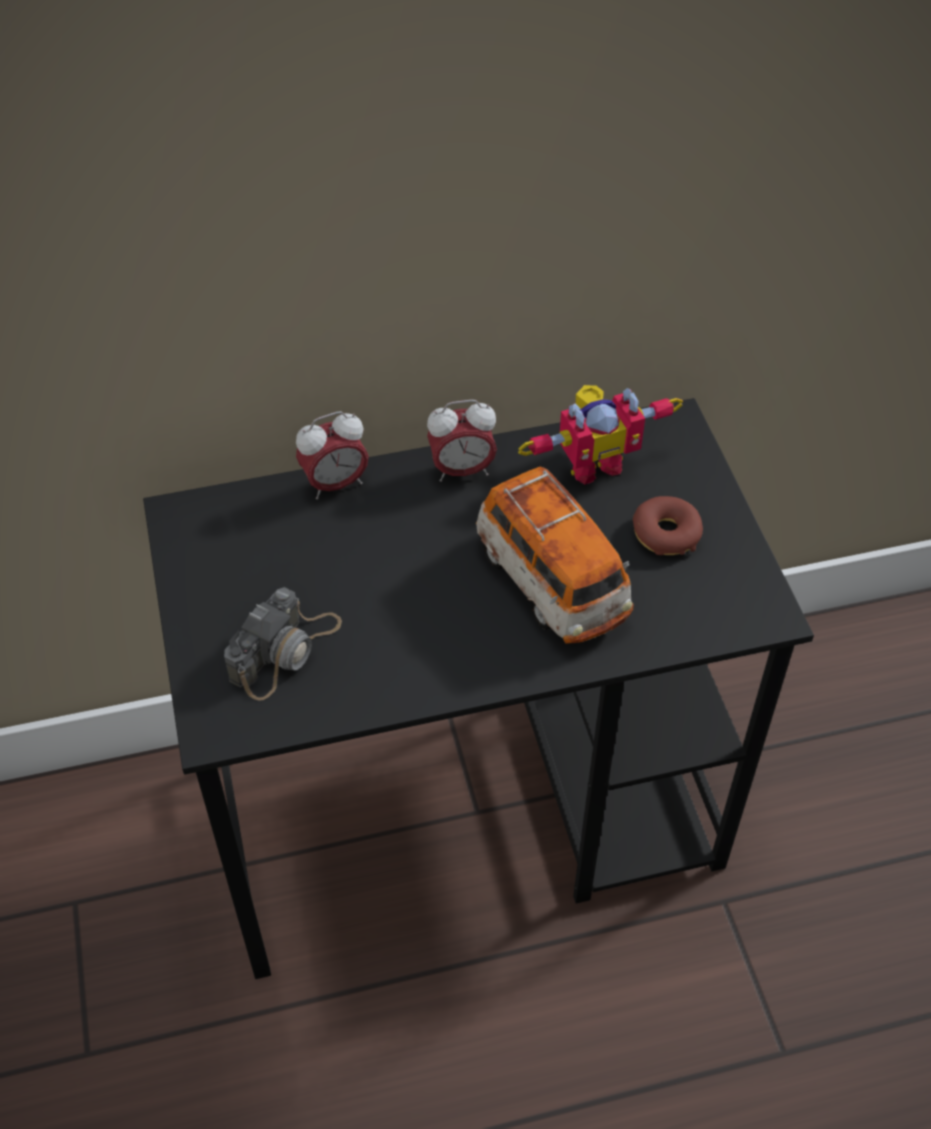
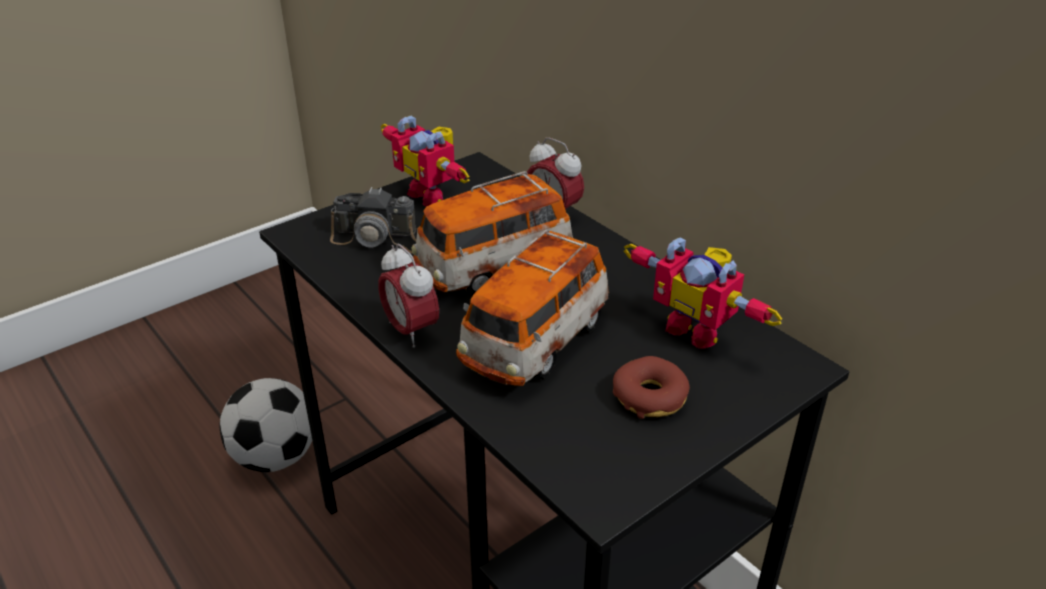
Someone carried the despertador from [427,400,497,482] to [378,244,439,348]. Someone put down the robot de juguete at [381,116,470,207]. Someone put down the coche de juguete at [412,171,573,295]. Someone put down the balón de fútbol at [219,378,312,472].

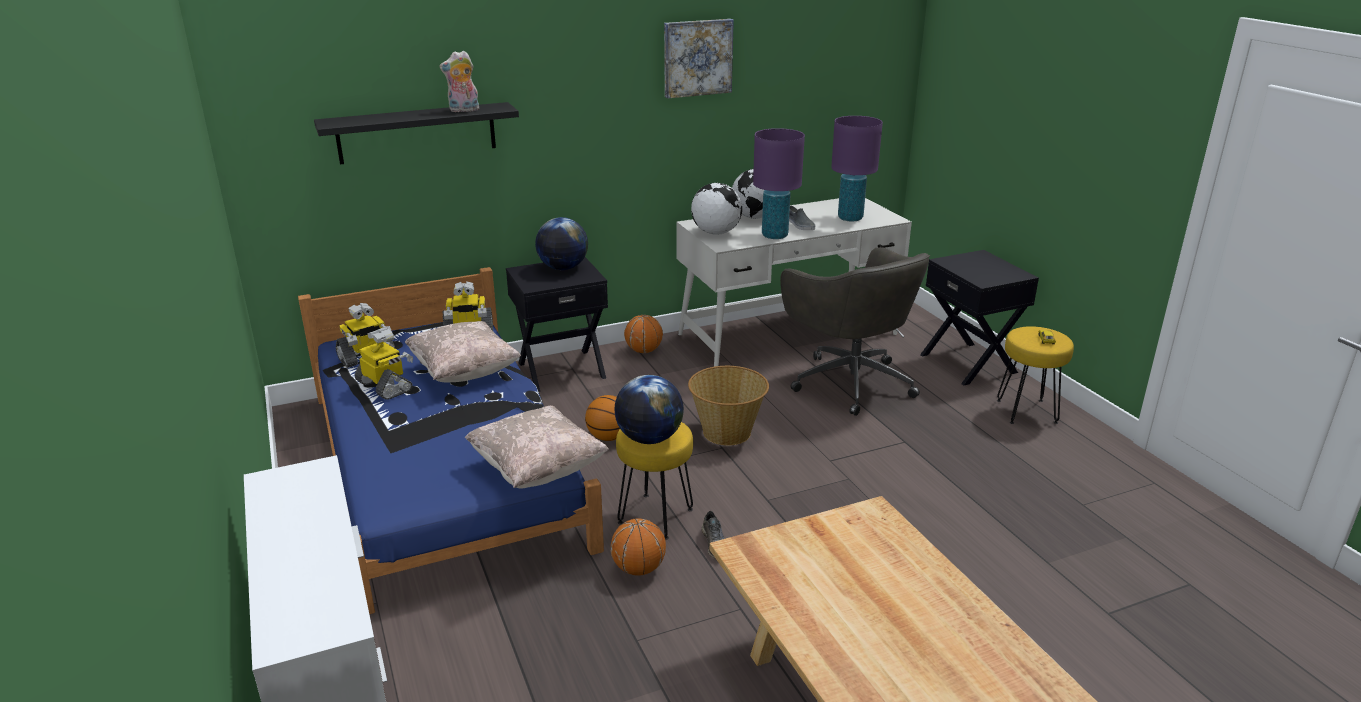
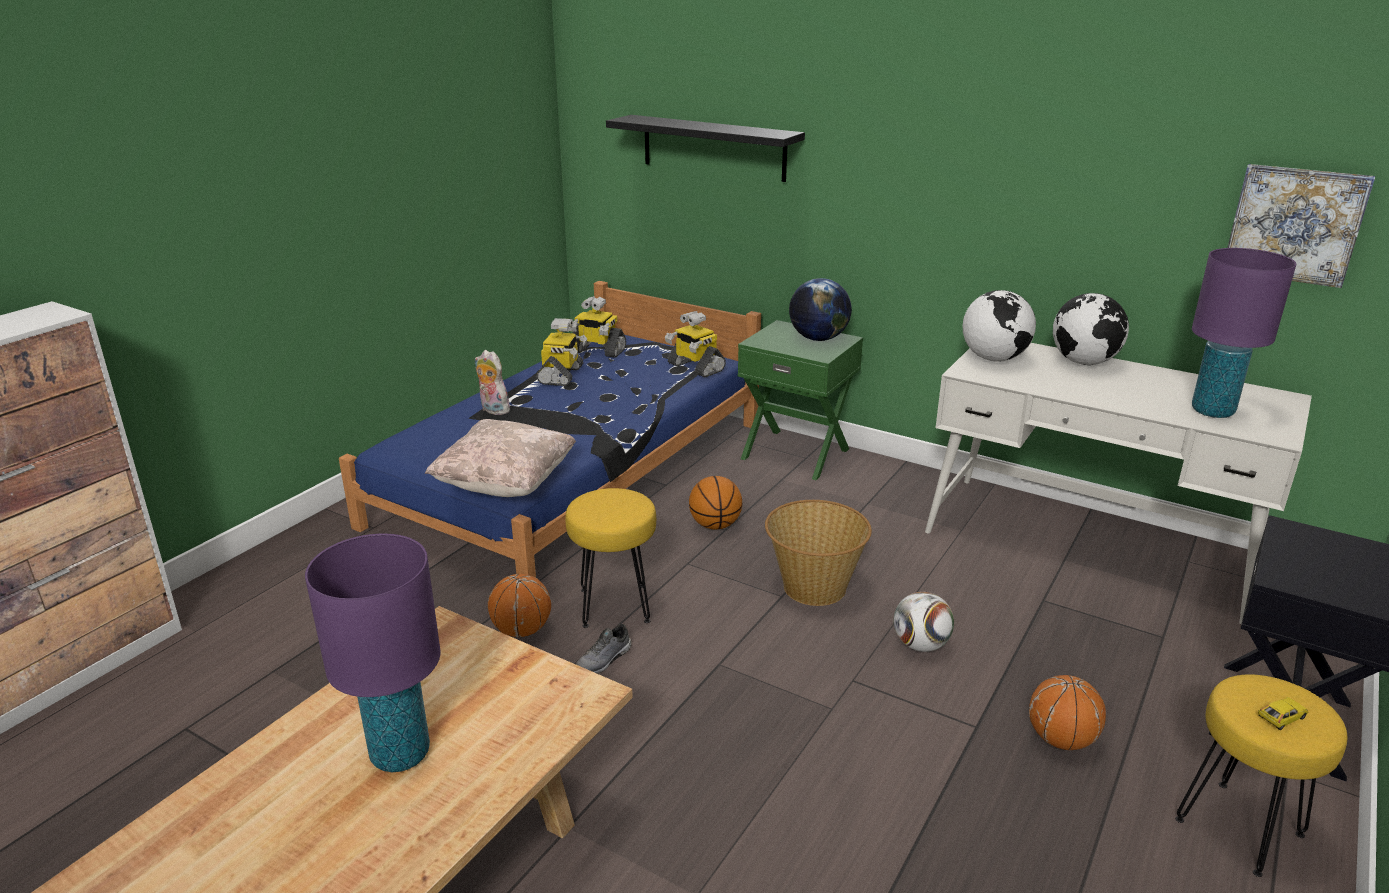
Someone carried the cuadro from [664,19,734,99] to [1227,164,1375,288]. Someone carried the peluche from [439,51,479,112] to [475,350,511,415]. Someone carried the lámpara de mesa (morado) from [753,128,805,239] to [305,534,440,772]. Someone took away the zapato (gris) at [789,206,815,230]. Someone took away the silla de oficina (gris) at [780,247,930,416]. Someone repainted the mesita de noche (negro) at [506,257,608,392], which became the mesita de noche (verde) at [738,320,863,480]. Someone carried the balón de baloncesto from [624,315,663,353] to [1029,675,1106,750]. Someone took away the cojín (beis) at [405,321,521,383]. Someone took away the globo terráqueo at [614,375,684,444]. Someone put down the balón de fútbol at [894,592,954,652].

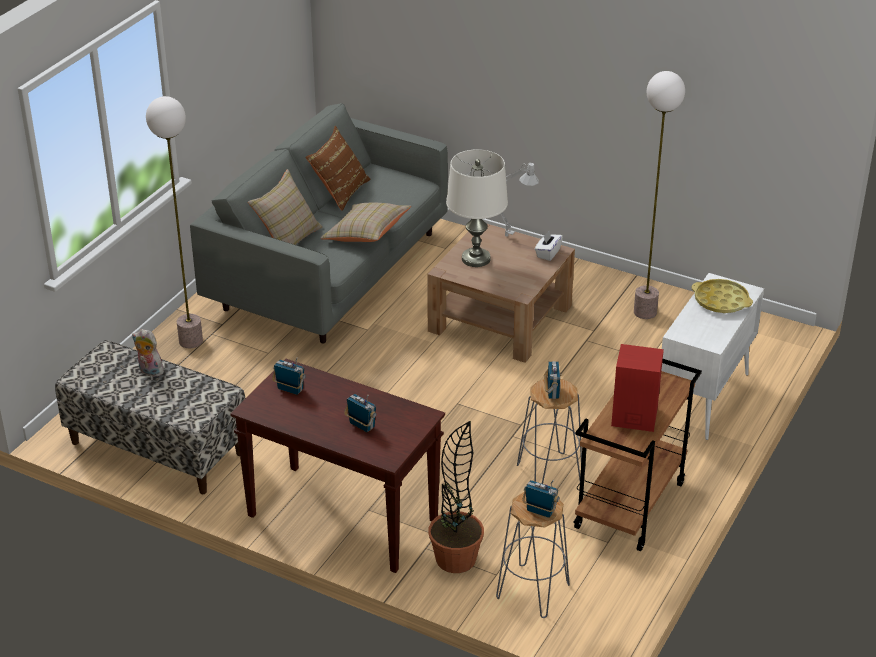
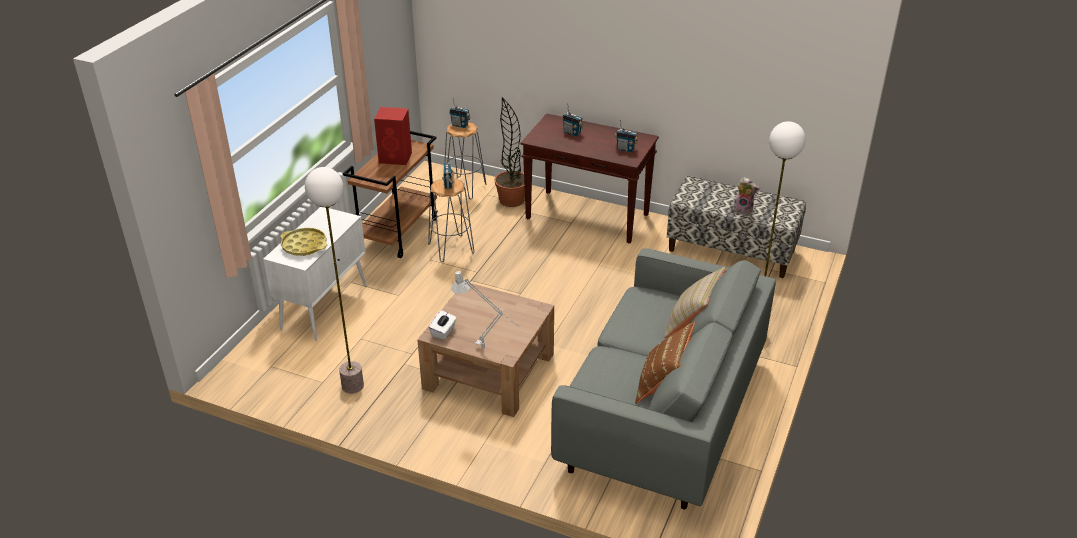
Someone took away the lámpara de mesa (blanco) at [446,149,508,267]. Someone took away the cojín (beis) at [320,203,411,242].

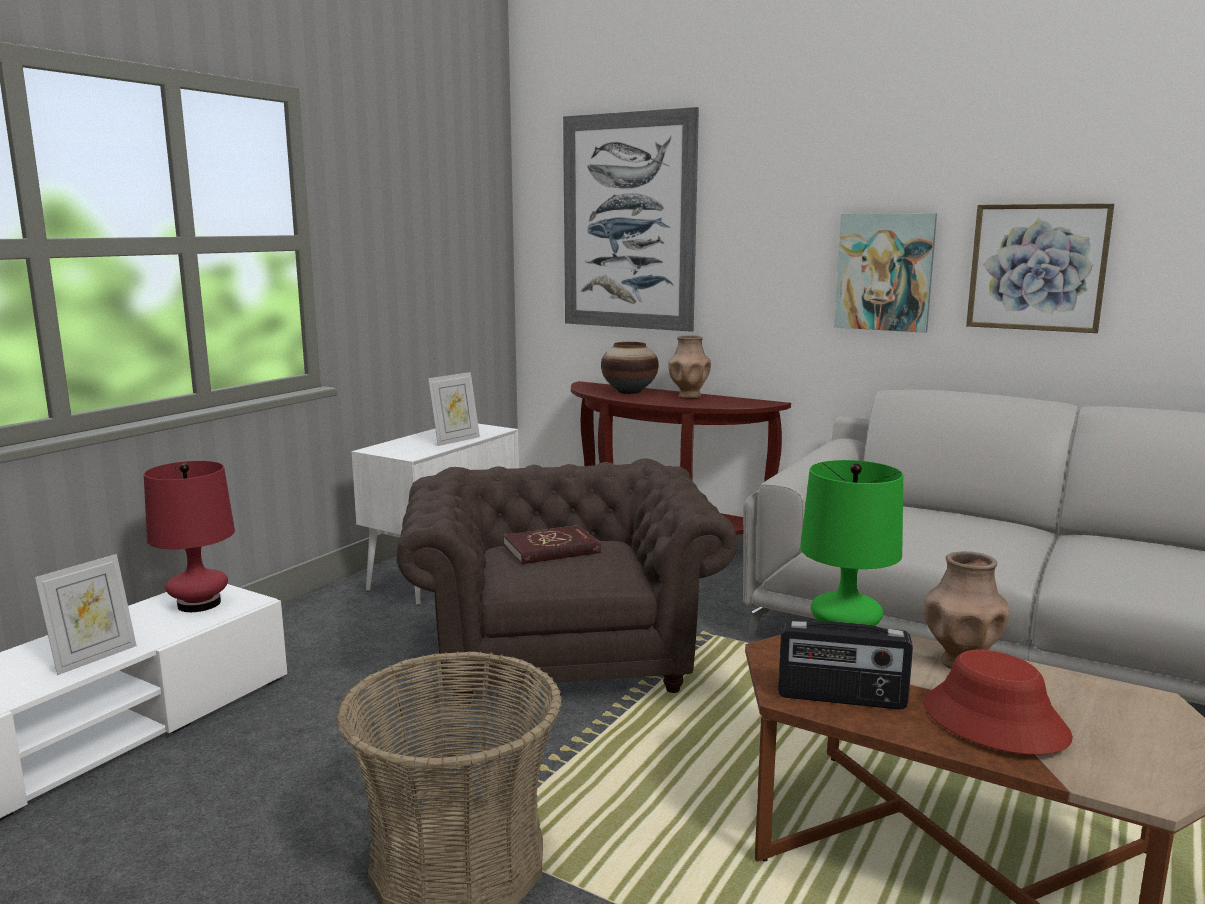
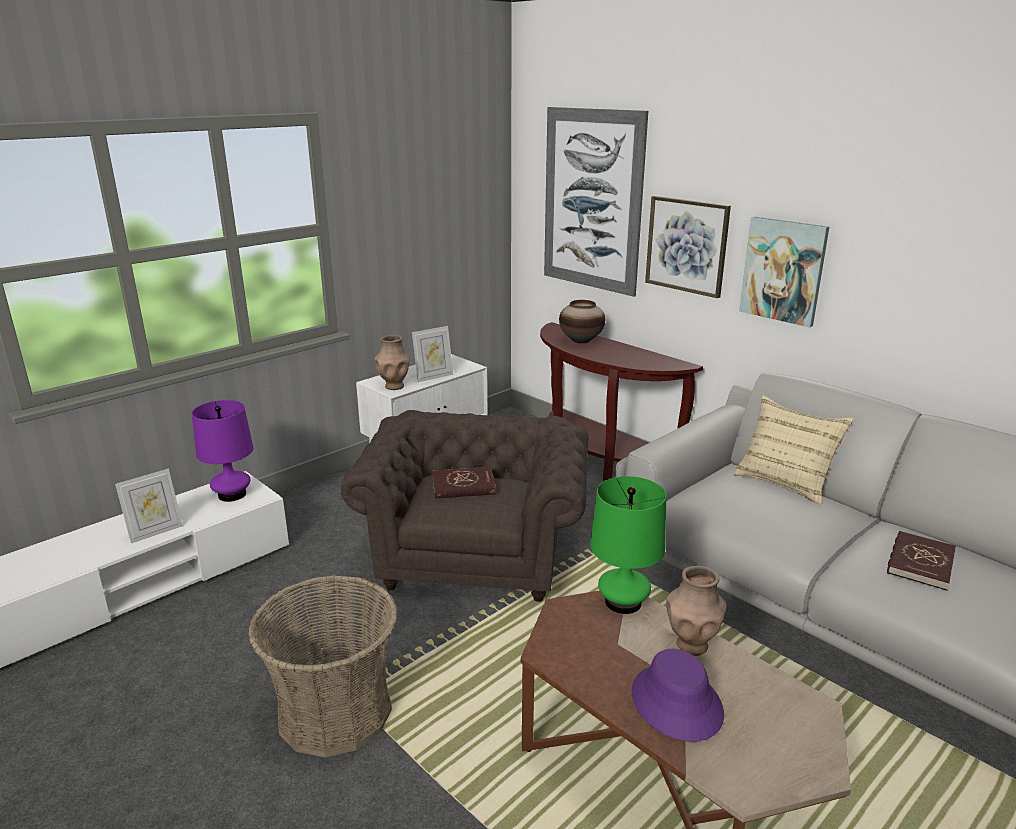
Someone carried the cuadro from [966,203,1114,333] to [645,196,731,298]. Someone carried the florero (marrón) from [668,335,711,399] to [374,335,410,390]. Someone repainted the lámpara de mesa (rojo) at [144,461,235,612], which became the lámpara de mesa (morado) at [192,400,253,502]. Someone took away the radio at [778,620,913,710]. Someone repainted the sombrero (rojo) at [924,650,1073,755], which became the sombrero (morado) at [632,649,724,742]. Someone put down the cojín (beis) at [733,396,854,506]. Someone put down the libro (rojo) at [887,531,956,590].

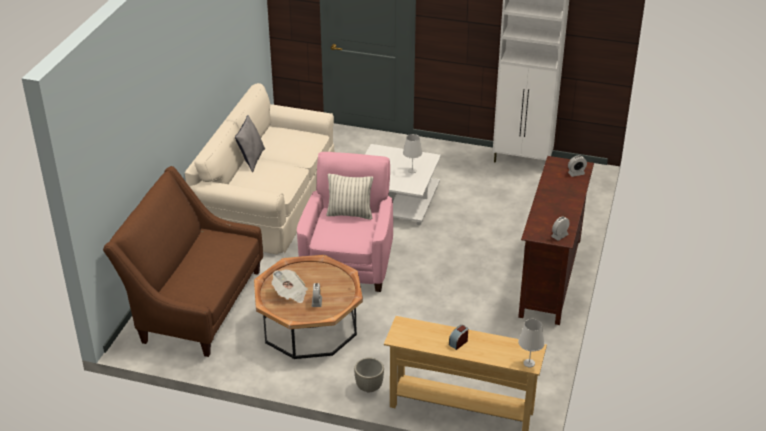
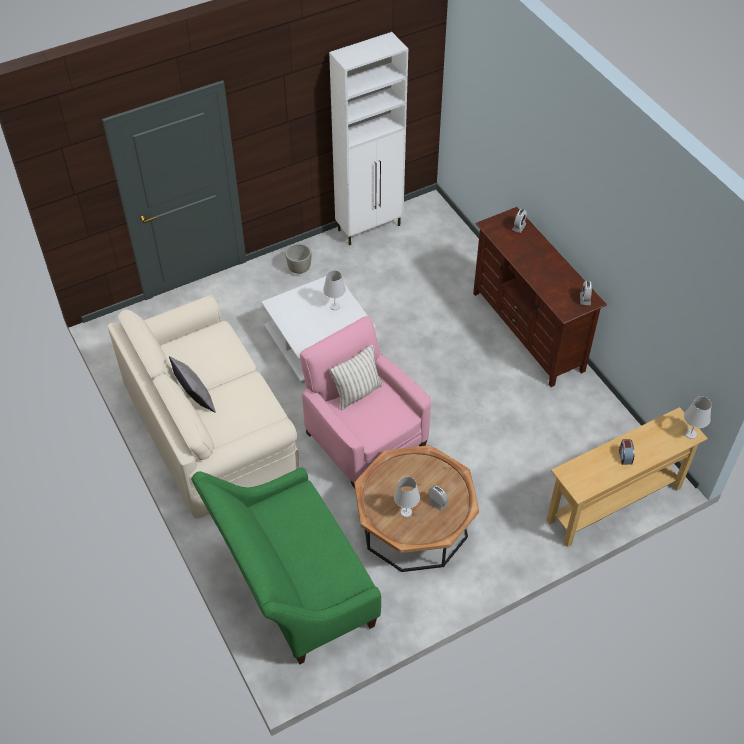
Someone repainted the sofá (marrón) at [103,166,263,357], which became the sofá (verde) at [191,468,381,665]. Someone swapped the periódico at [271,269,308,303] for the lámpara de mesa (blanco) at [394,477,420,517]. Someone carried the maceta (gris) from [354,357,384,392] to [285,244,311,274].

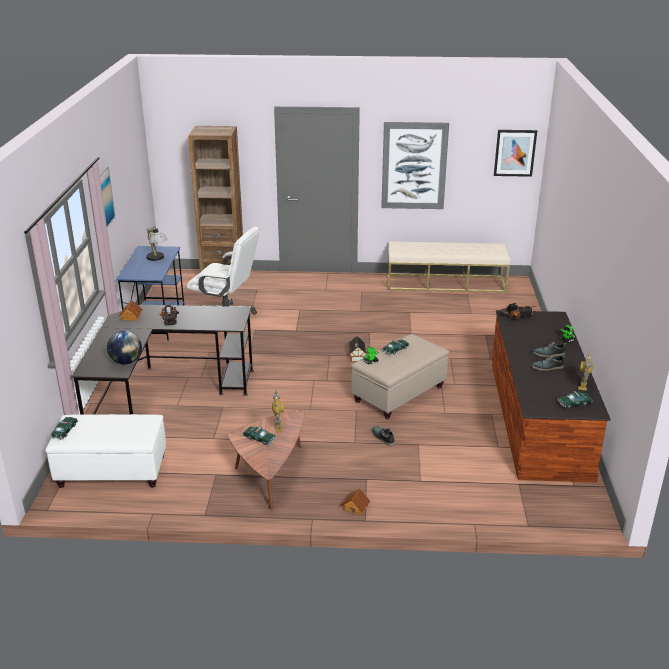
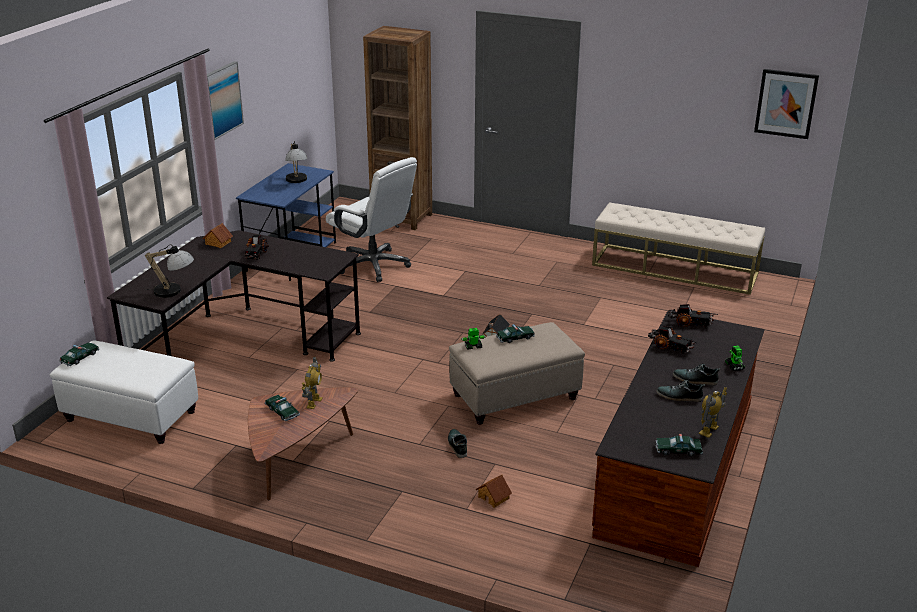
Someone took away the cuadro at [381,122,449,209]. Someone swapped the globo terráqueo at [107,331,142,364] for the lámpara de mesa at [145,244,194,298]. Someone carried the casita from [341,488,370,516] to [475,475,512,508]. Someone put down the camión de juguete at [648,326,697,354].

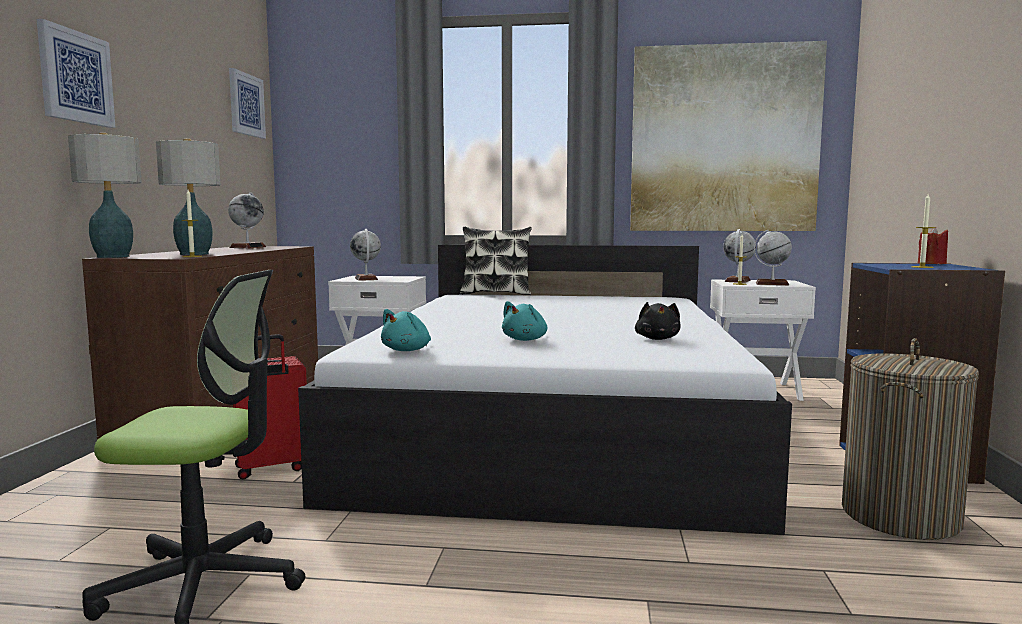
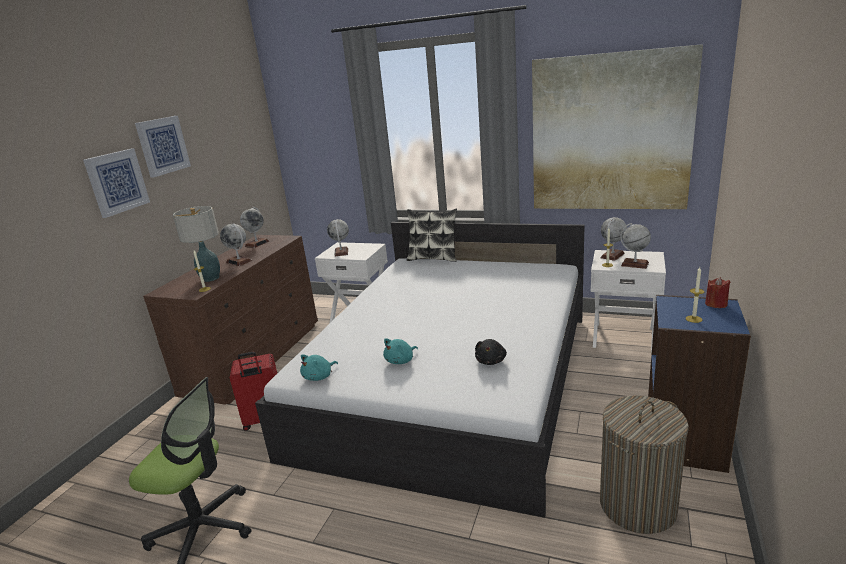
Someone carried the cuadro from [229,68,266,138] to [135,116,191,178]. Someone took away the lámpara de mesa at [68,133,142,258]. Someone put down the globo terráqueo at [220,223,252,266].

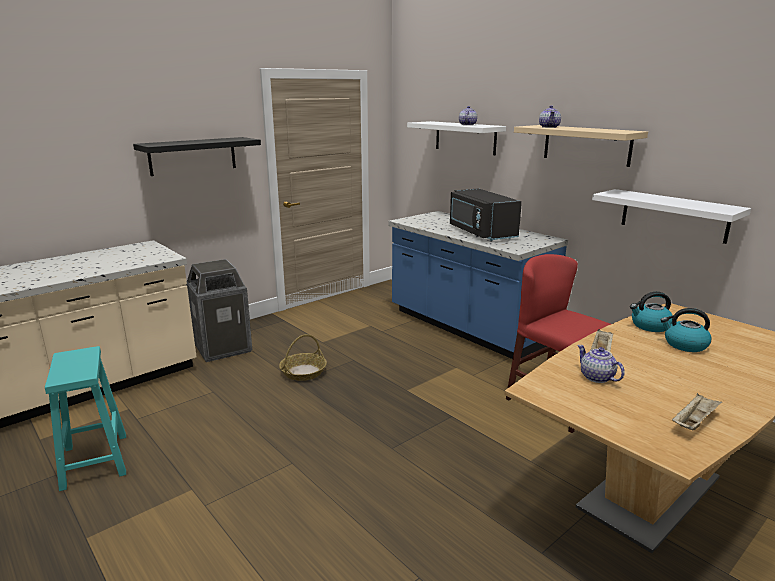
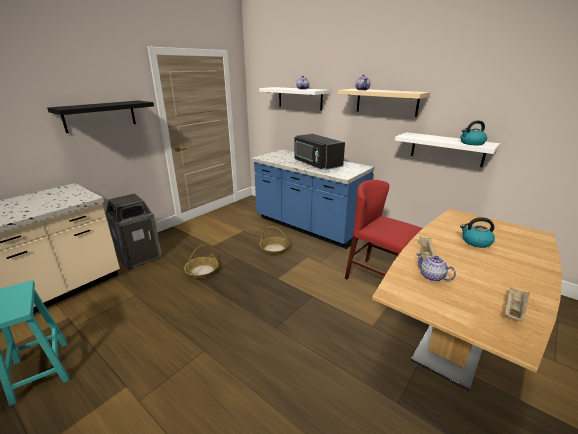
Someone carried the hervidor from [630,292,673,332] to [460,120,487,145]. Someone put down the cesta at [260,226,289,255].

